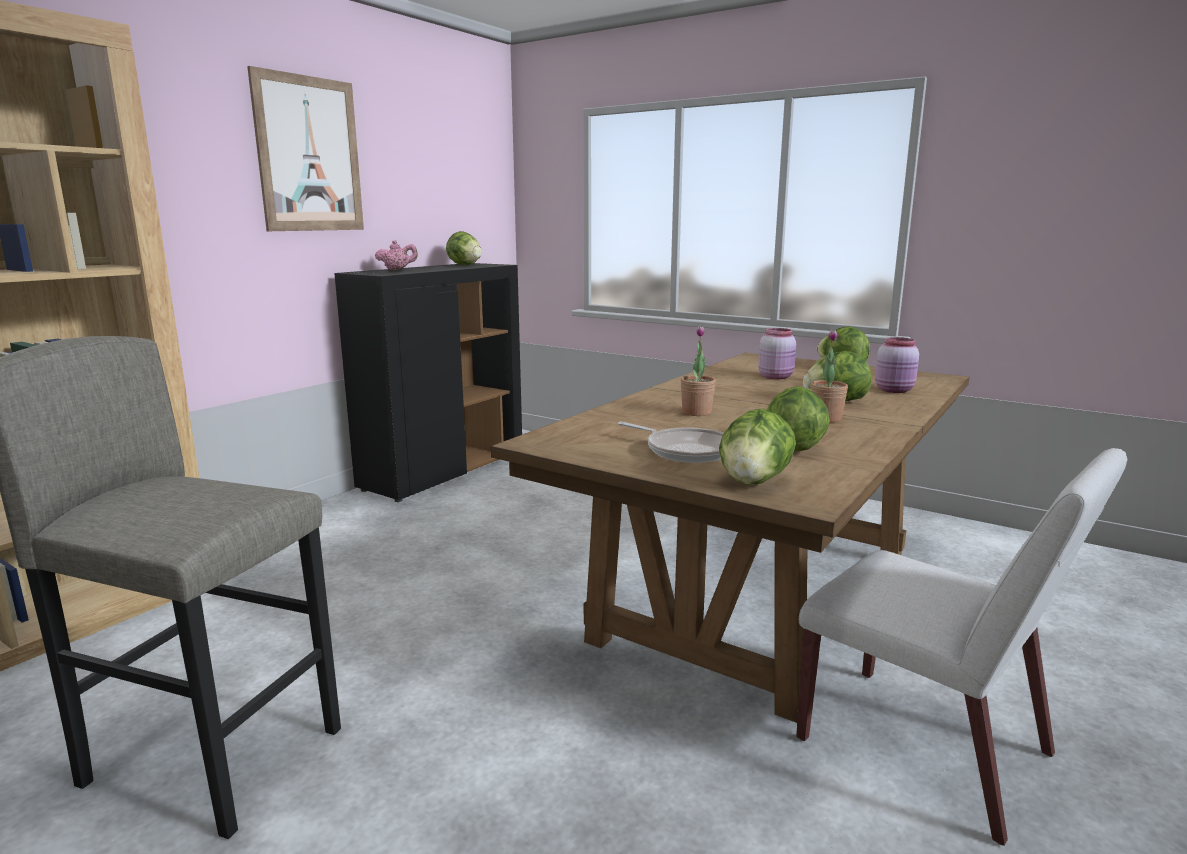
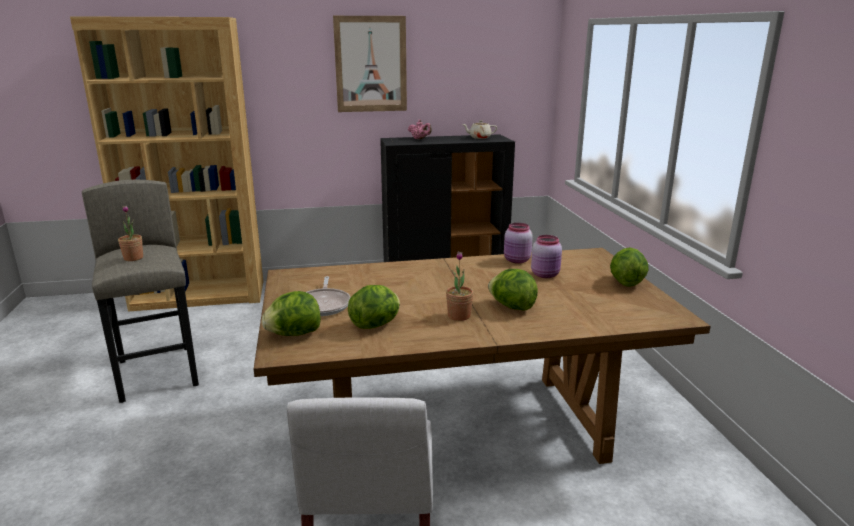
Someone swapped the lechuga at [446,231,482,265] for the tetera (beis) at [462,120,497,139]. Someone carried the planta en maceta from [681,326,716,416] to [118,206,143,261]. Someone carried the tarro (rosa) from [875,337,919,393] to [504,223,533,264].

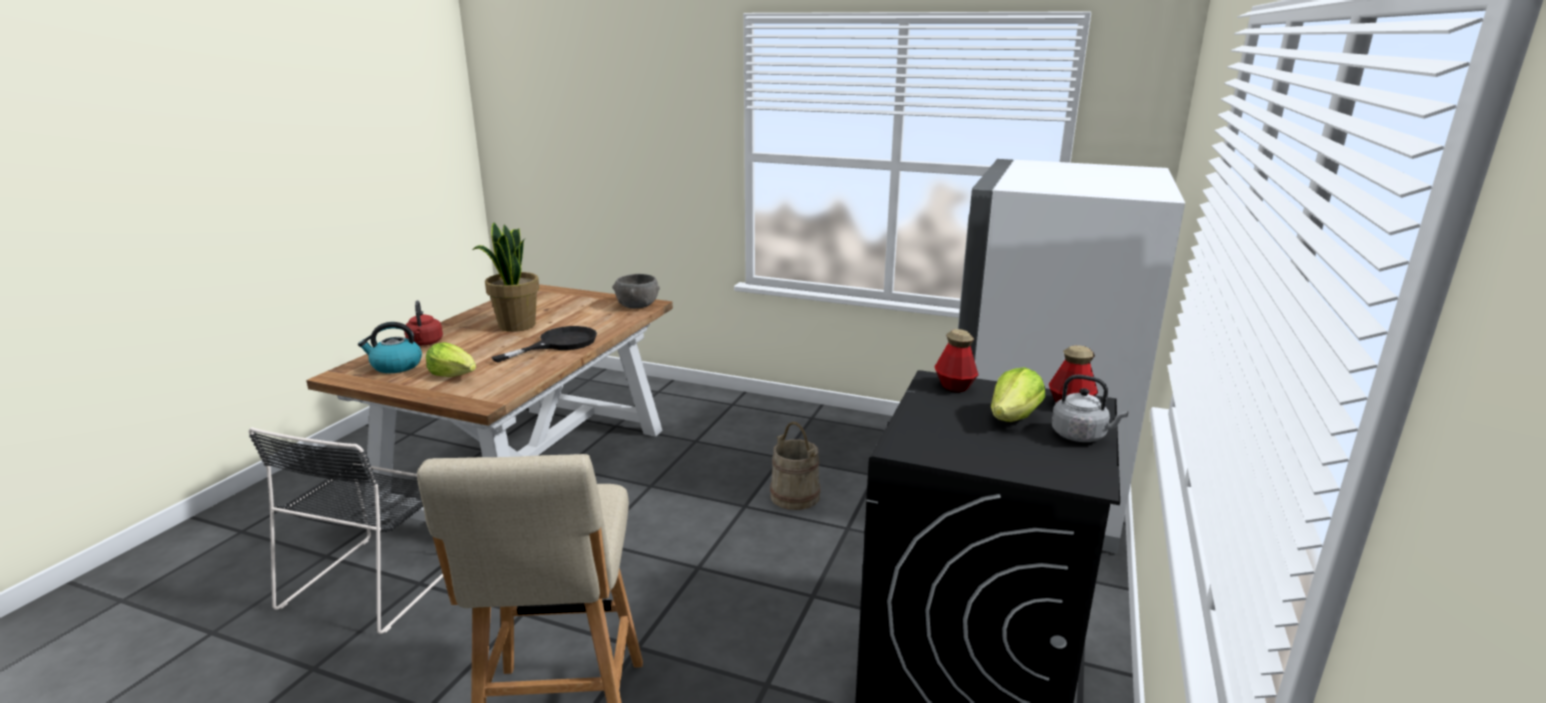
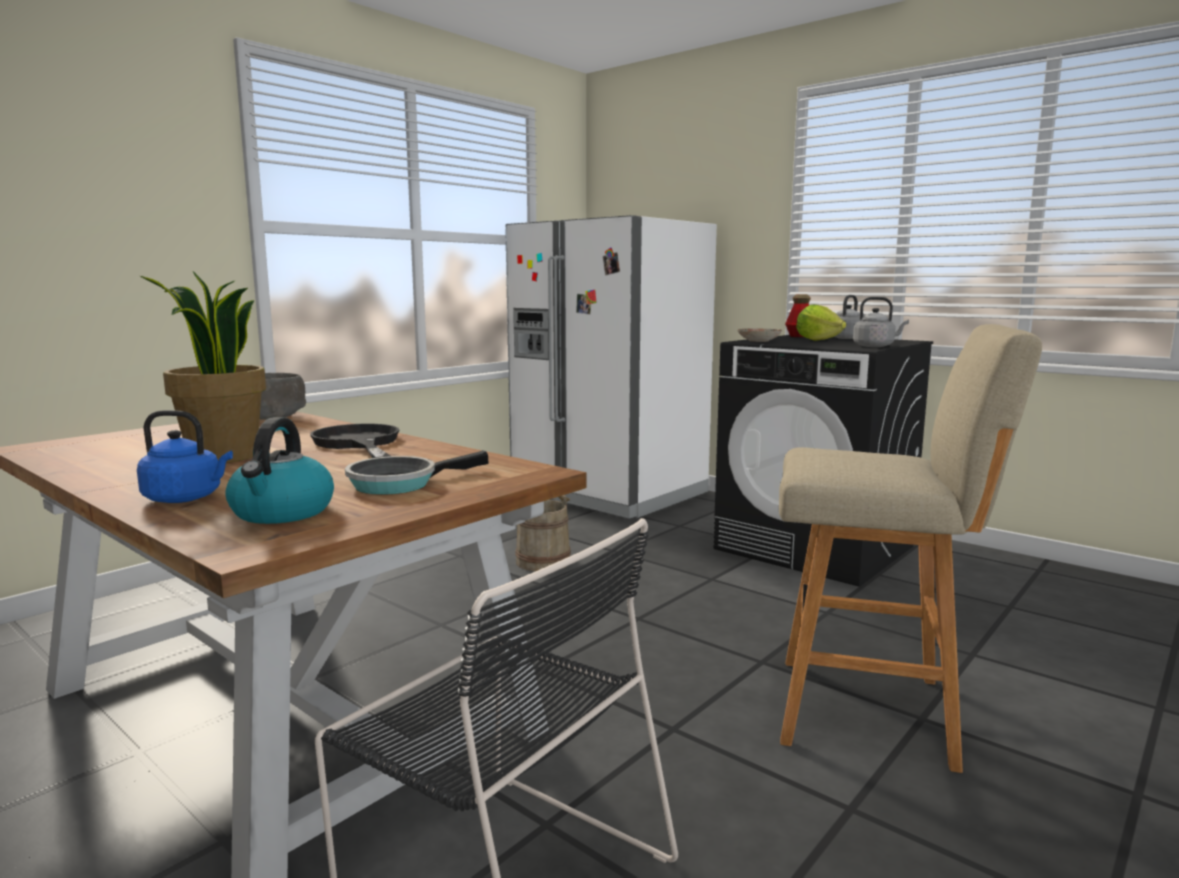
Someone repainted the hervidor (rojo) at [404,301,443,346], which became the hervidor (azul) at [137,410,233,503]. Someone swapped the botella at [935,329,978,392] for the plato at [737,329,782,342]. Someone swapped the lechuga at [426,342,476,377] for the sartén at [345,450,489,495]. Someone put down the hervidor (gris) at [853,297,909,347].

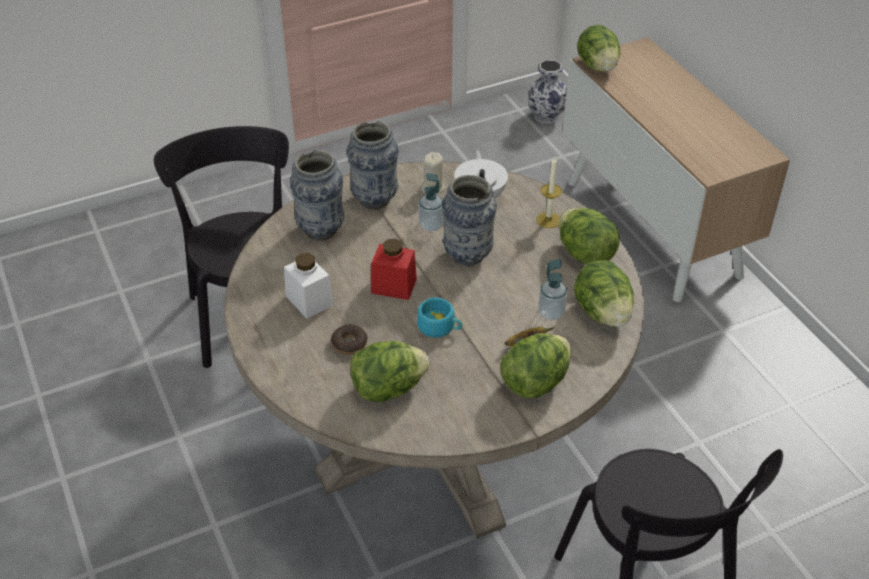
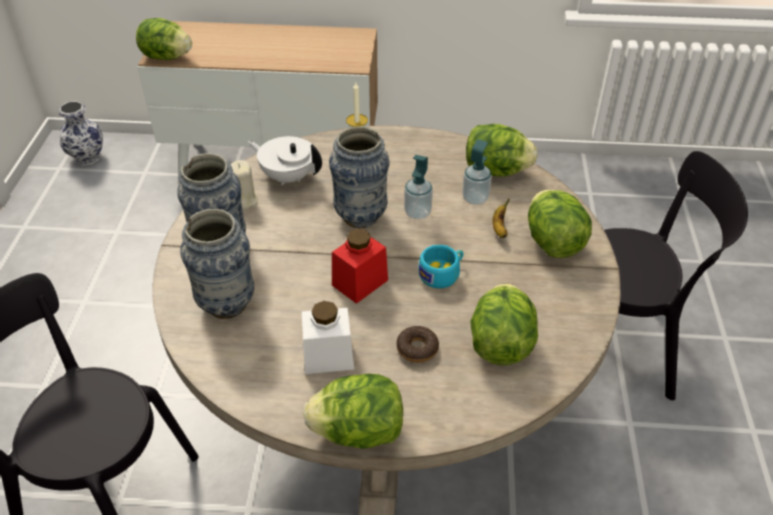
Someone carried the dispensador de jabón from [418,173,444,231] to [404,155,433,219]. Someone carried the lechuga from [559,208,620,265] to [303,374,403,449].

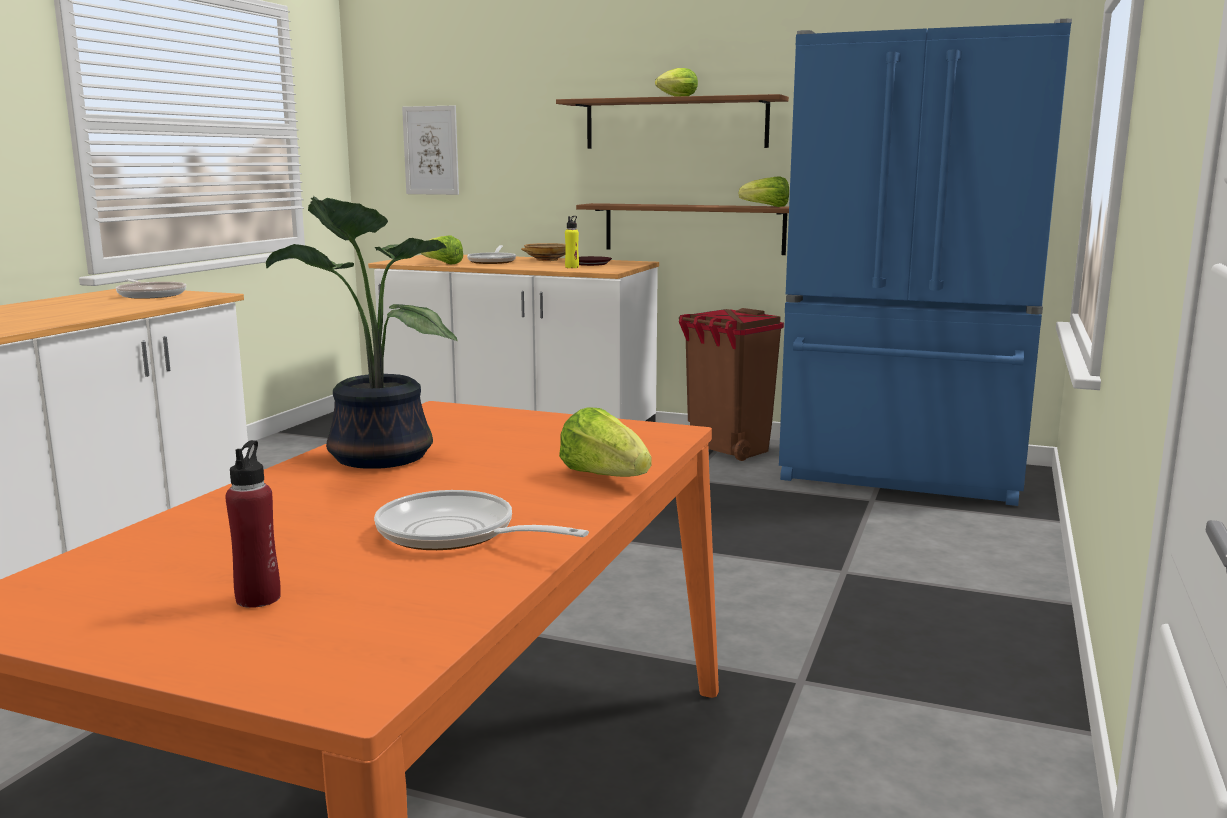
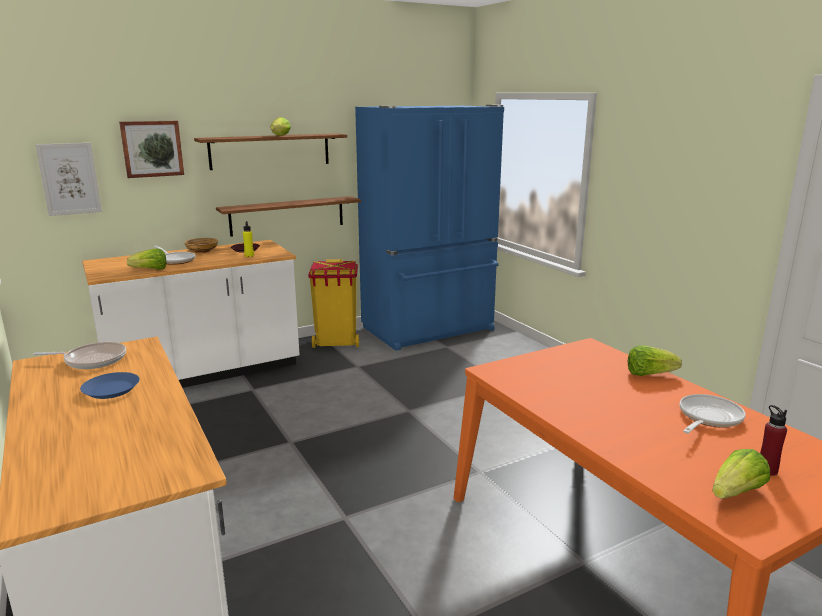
Someone carried the lechuga from [738,176,789,207] to [712,449,770,499]. Someone took away the planta en maceta at [266,196,458,469]. Someone repainted the papelera (marrón) at [679,308,784,461], which became the papelera (amarillo) at [308,259,359,348]. Someone rotated the sartén at [374,490,589,550] by 150 degrees clockwise. Someone put up the cuadro at [119,121,184,178]. Someone put down the plato (azul) at [80,372,140,399].

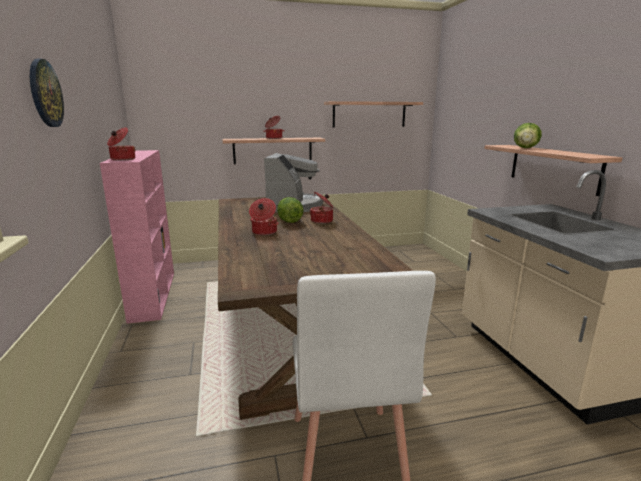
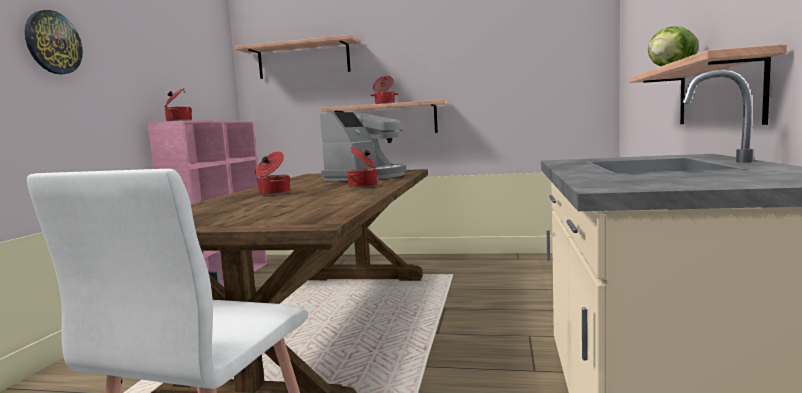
Someone carried the estante from [324,101,423,127] to [235,35,360,79]. Someone took away the lechuga at [277,197,304,223].

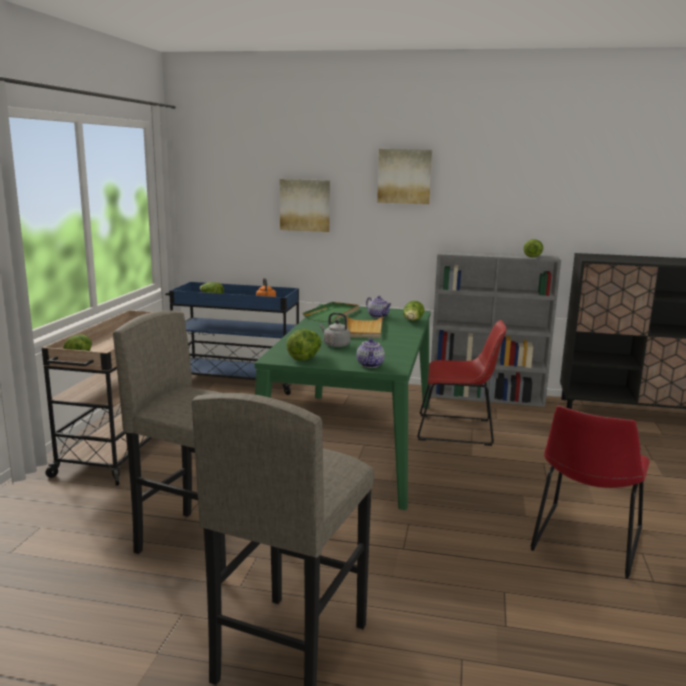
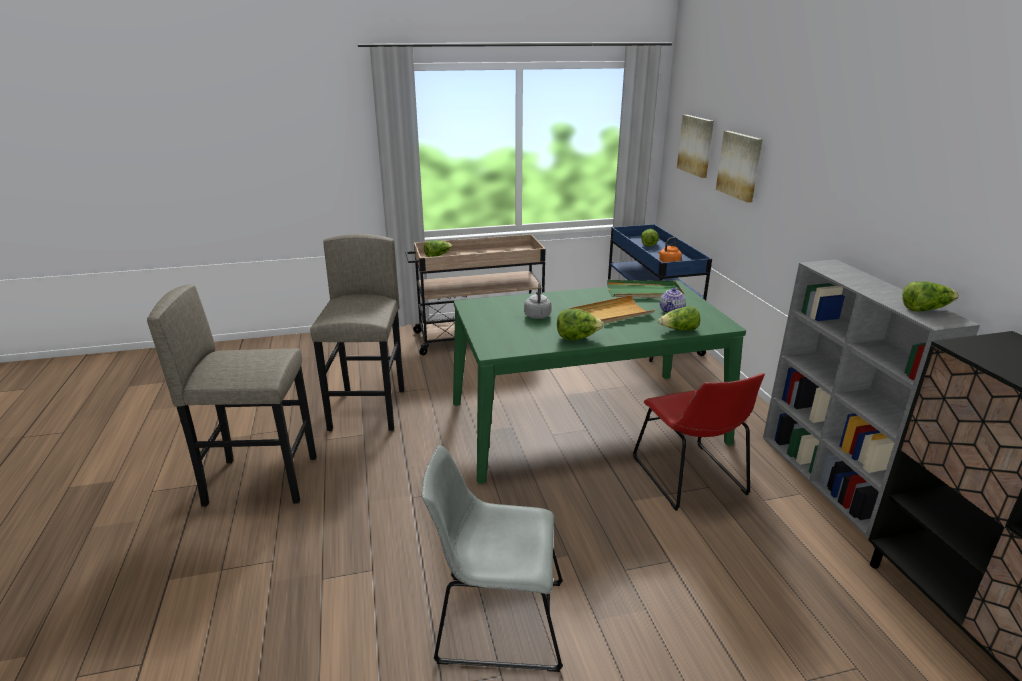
Someone carried the cuadro from [377,149,432,204] to [677,115,714,178]. Someone carried the lechuga from [286,329,321,360] to [557,308,604,340]. Someone took away the tetera at [357,338,385,368]. Someone repainted the silla (rojo) at [531,406,650,579], which became the silla (gris) at [422,445,563,672].

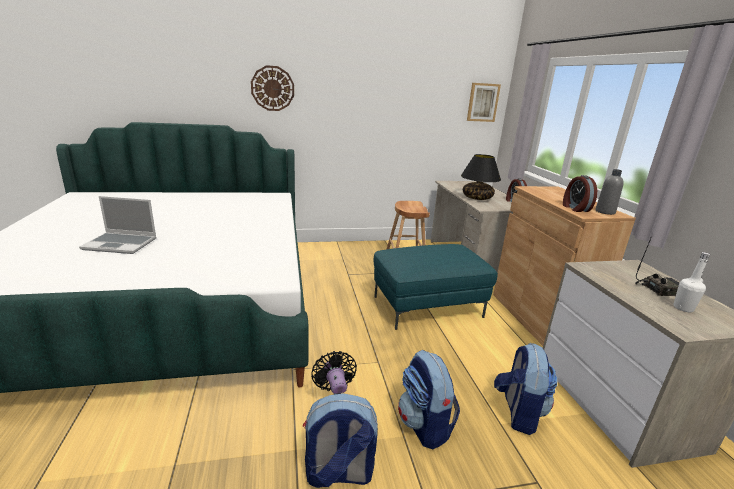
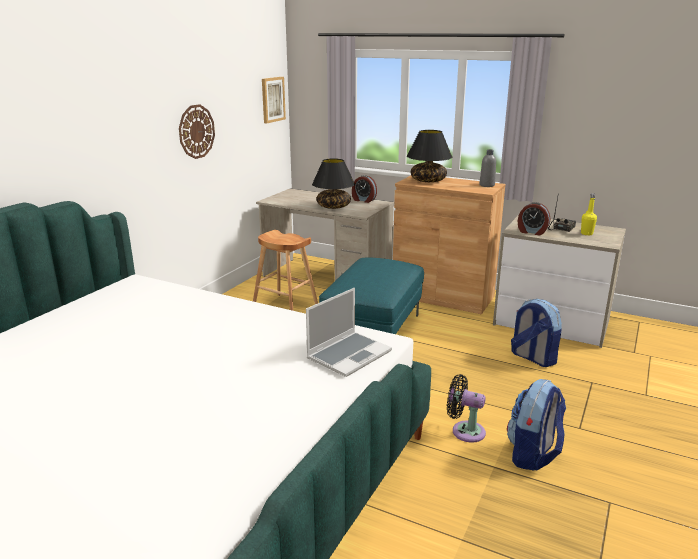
Someone carried the reloj de pared from [251,65,294,111] to [179,104,215,159]. Someone carried the despertador from [563,175,597,212] to [517,202,550,236]. Someone carried the portátil from [79,196,157,254] to [306,288,392,377]. Someone repainted the botella (blanco) at [673,252,710,312], which became the botella (amarillo) at [581,193,597,235]. Someone took away the mochila at [398,350,460,449]. Someone put down the lámpara de mesa (negro) at [407,130,452,182].

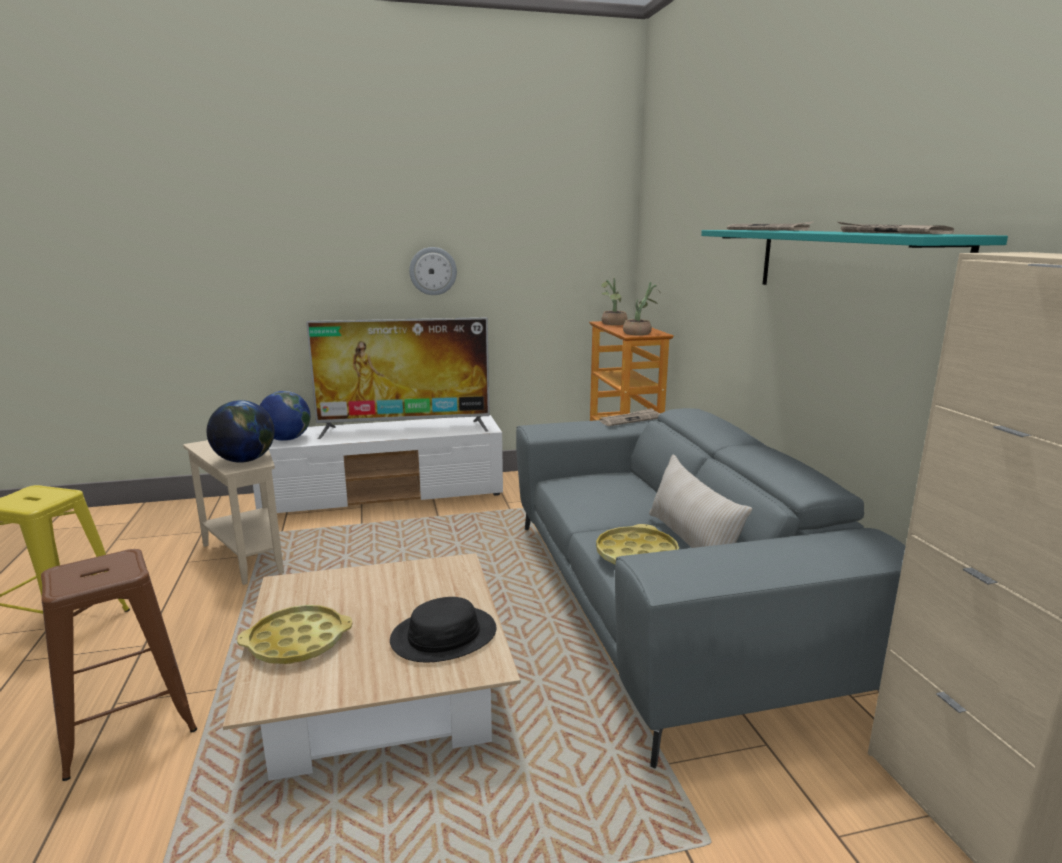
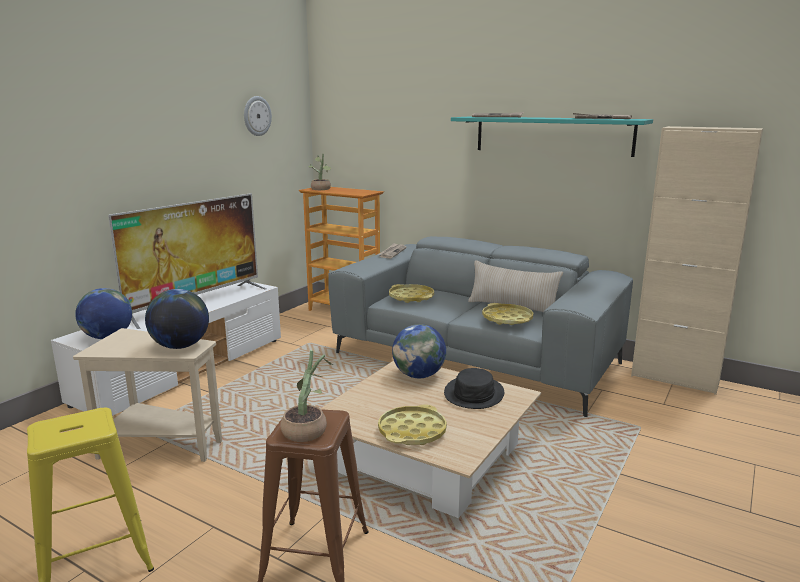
Someone carried the reloj de pared from [409,247,457,295] to [244,96,272,136]. Someone carried the planta en maceta from [623,282,661,336] to [280,350,333,442]. Someone put down the bandeja (amarillo) at [389,284,434,303]. Someone put down the globo terráqueo at [392,324,446,378].

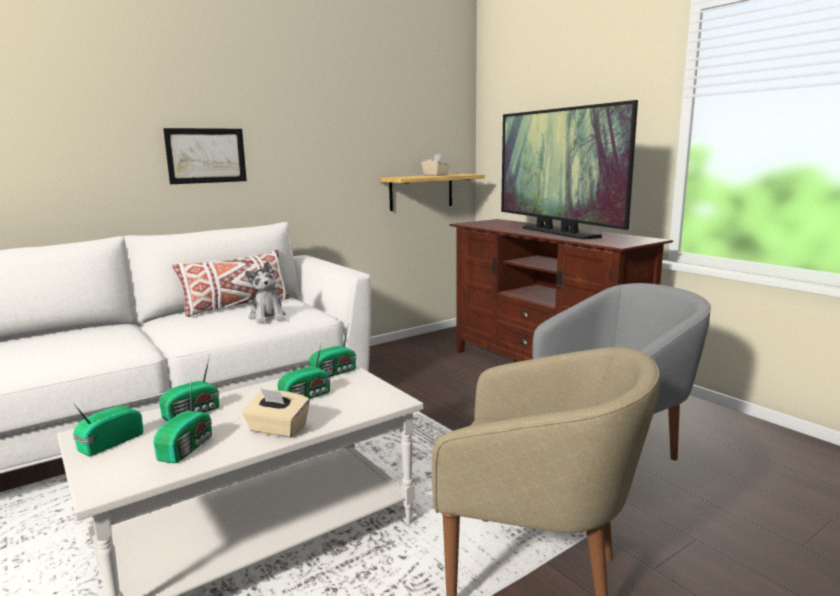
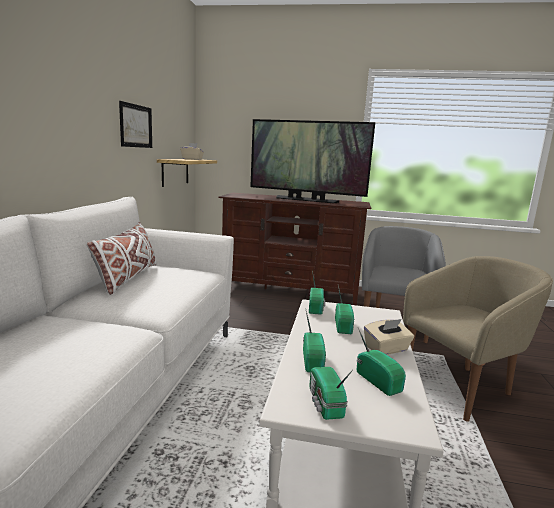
Someone carried the cuadro from [163,128,247,184] to [119,101,152,148]. Someone took away the peluche at [245,261,286,323].

